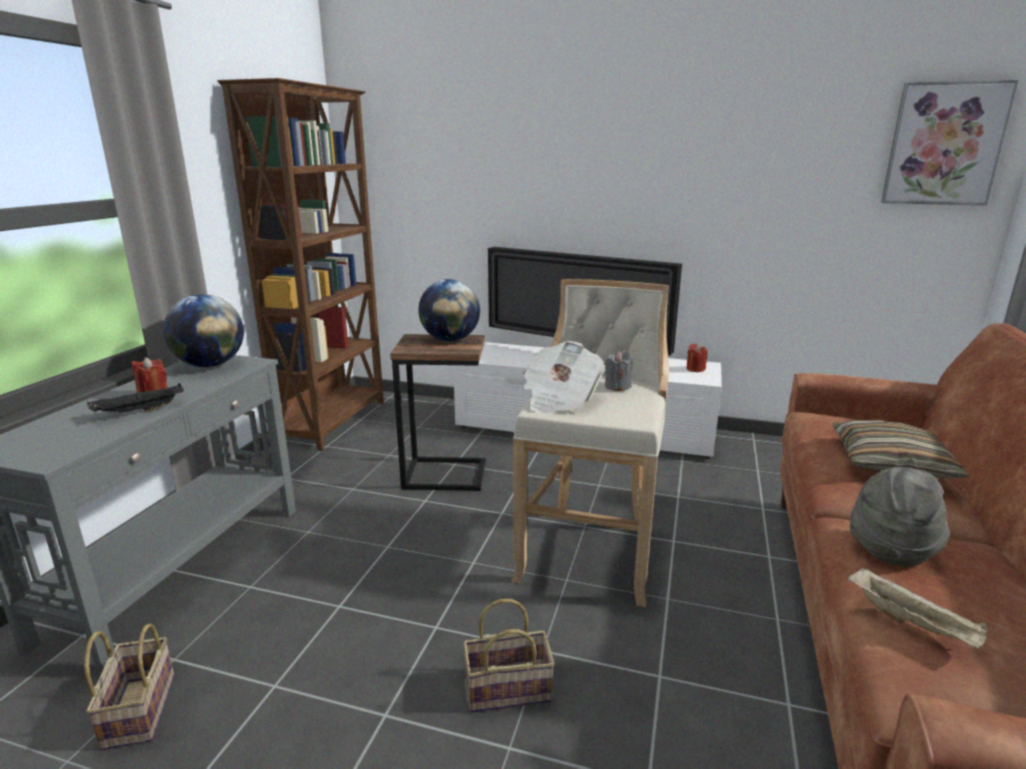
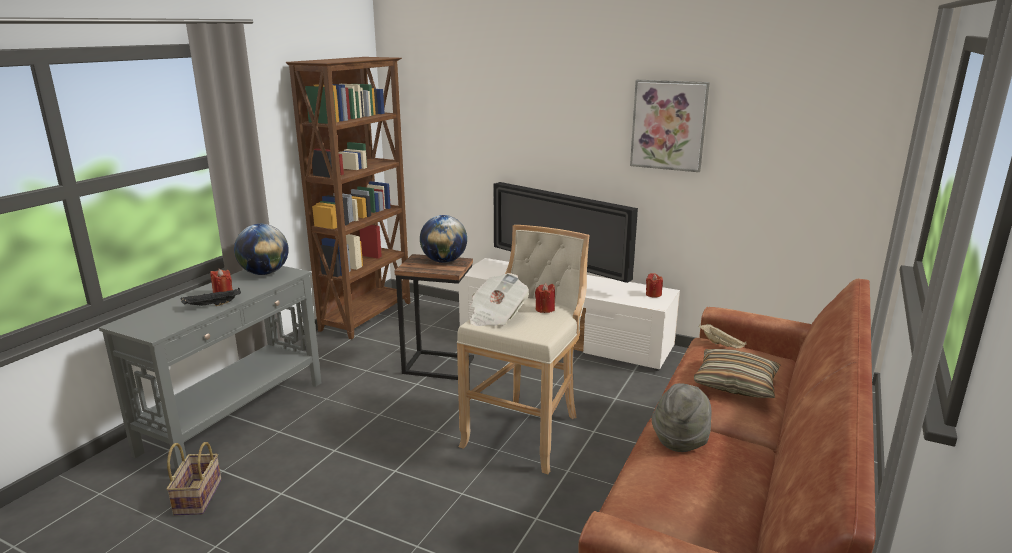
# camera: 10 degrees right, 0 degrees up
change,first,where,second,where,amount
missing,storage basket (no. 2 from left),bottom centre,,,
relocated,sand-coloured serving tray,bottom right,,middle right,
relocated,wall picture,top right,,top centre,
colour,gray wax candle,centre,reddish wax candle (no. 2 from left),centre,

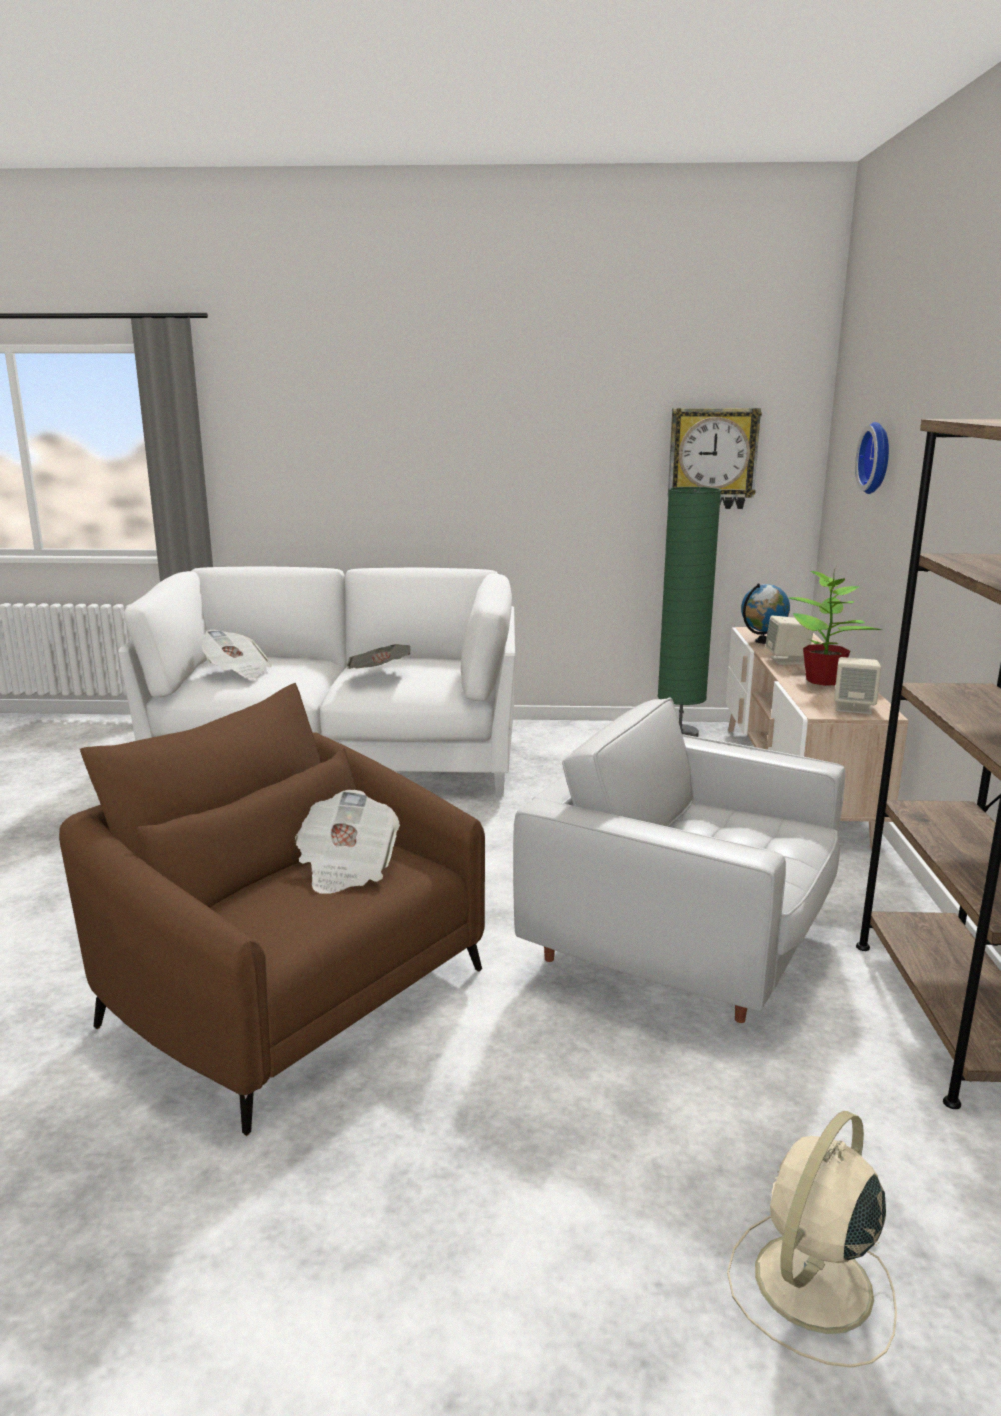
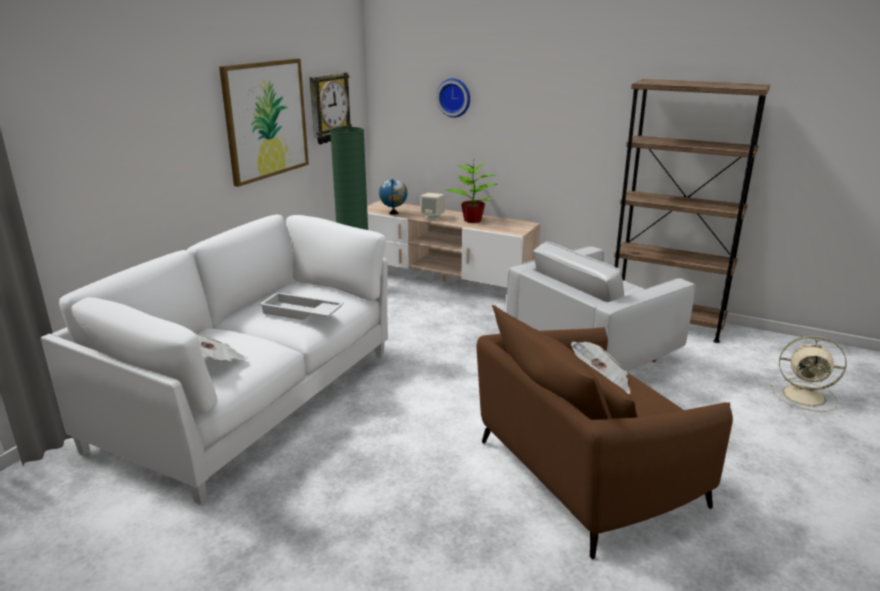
# camera: 65 degrees left, 5 degrees up
change,first,where,second,where,amount
missing,sand-coloured audio speaker (no. 2 from left),middle right,,,
appeared,,,wall picture,top left,
exchanged,printed paper (no. 3 from left),centre,whitish serving tray,centre,
spun,sand-coloured cooling fan,bottom right,,middle right,45 degrees counterclockwise

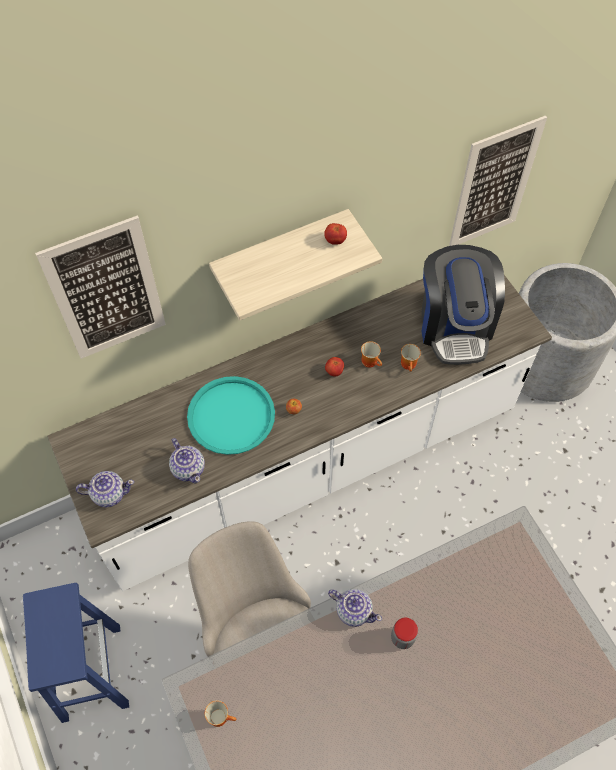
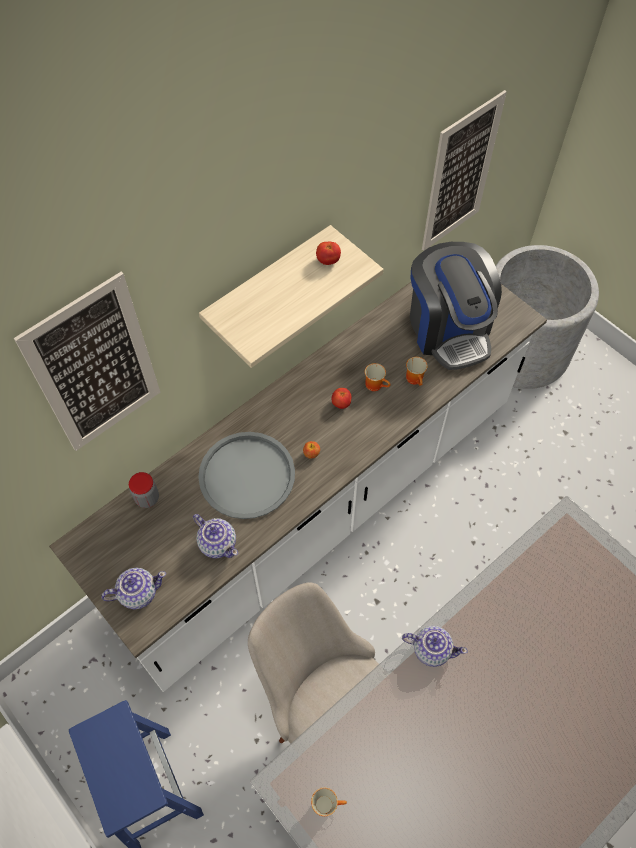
# camera: 15 degrees left, 0 degrees up
change,first,where,second,where,amount
relocated,jar,bottom centre,,middle left,
colour,blue-green serving tray,centre,gray serving tray,centre,

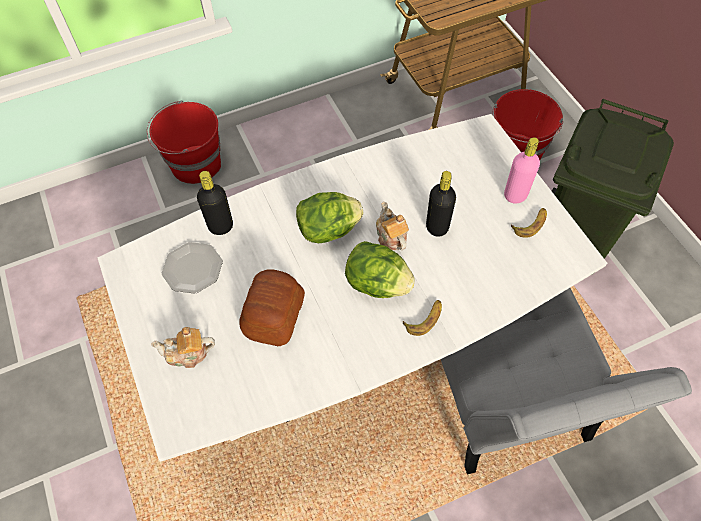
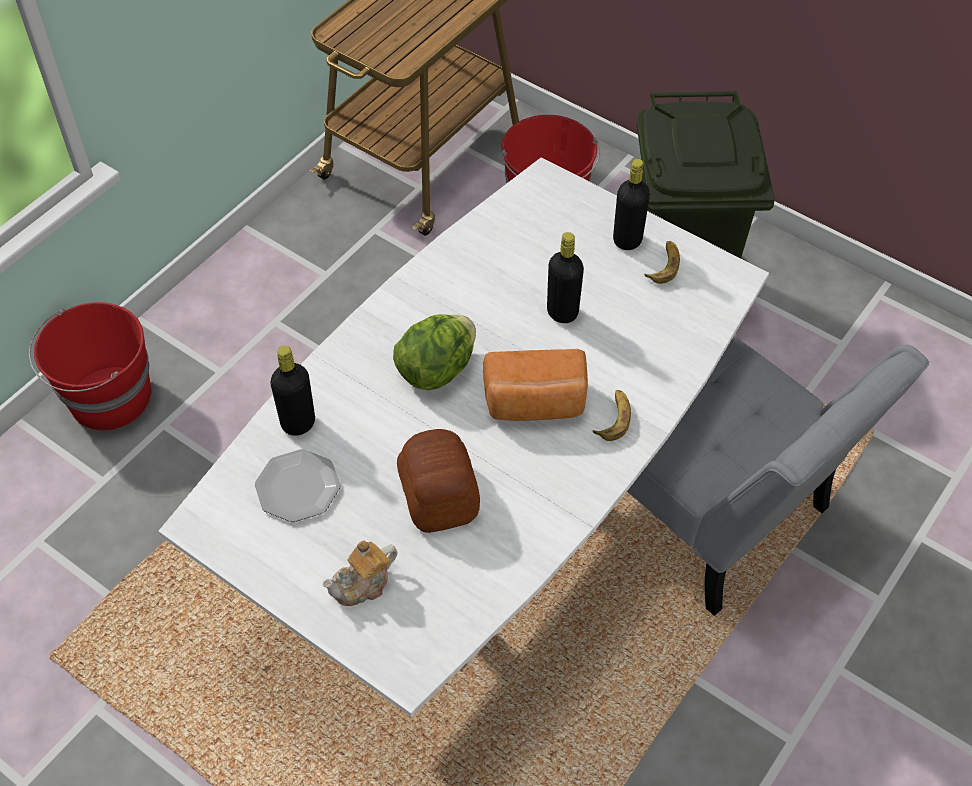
# camera: 30 degrees left, 5 degrees down
change,first,where,second,where,amount
missing,teapot (no. 2 from left),centre,,,
exchanged,lettuce (no. 2 from left),centre,bread (no. 2 from left),centre,
colour,pinkish beverage bottle,top right,black-coloured beverage bottle (no. 3 from left),top centre,

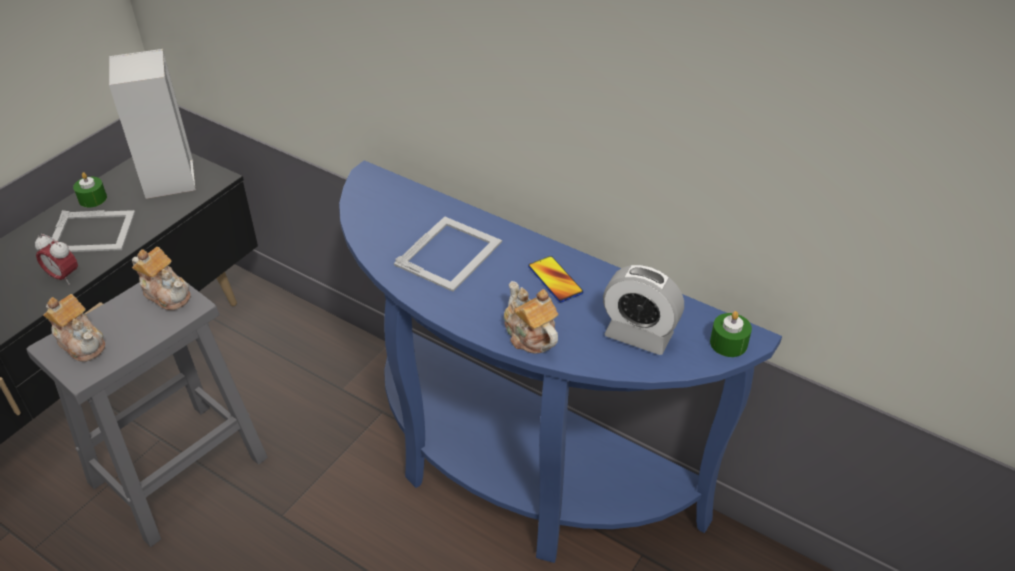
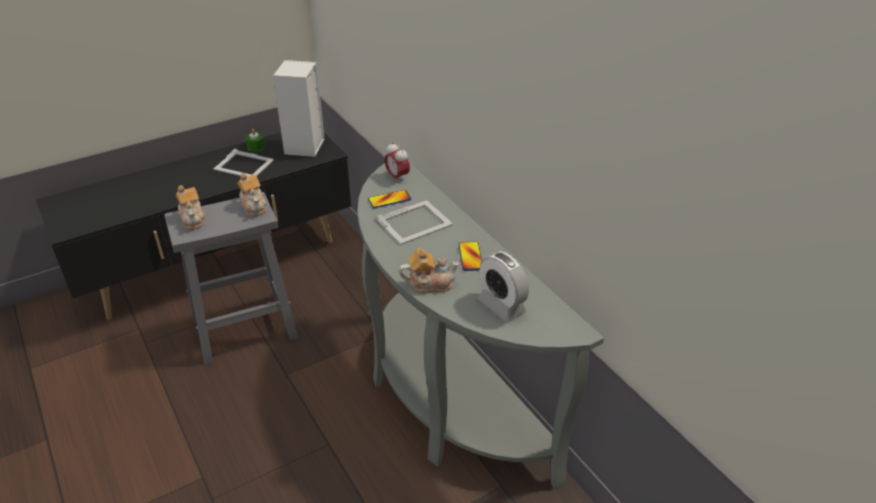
# camera: 25 degrees right, 5 degrees down
change,first,where,second,where,amount
missing,greenish wax candle (no. 2 from left),middle right,,,
appeared,,,telephone (no. 1 from left),centre,
relocated,table clock (no. 1 from left),middle left,,top centre,
colour,blue hall table,centre,gray hall table,centre,
spun,teapot (no. 3 from left),centre,,centre,90 degrees clockwise

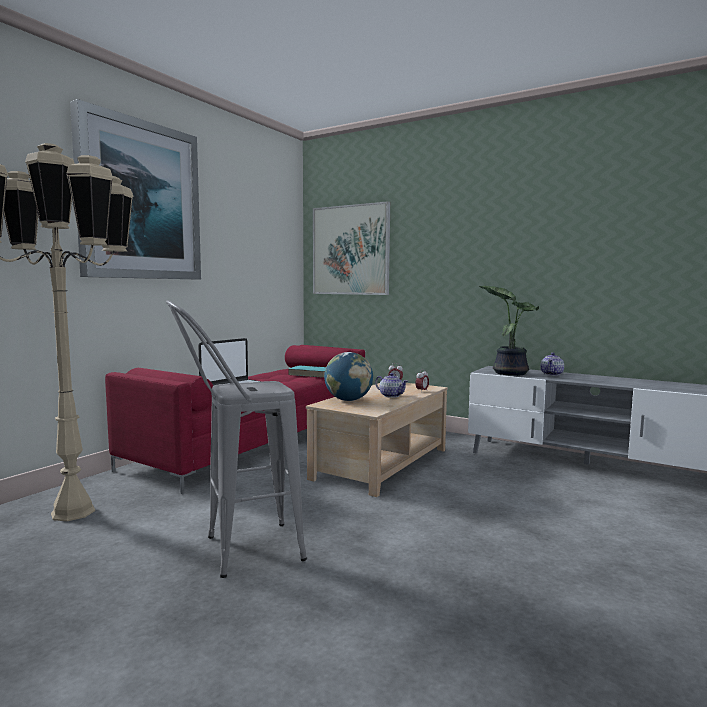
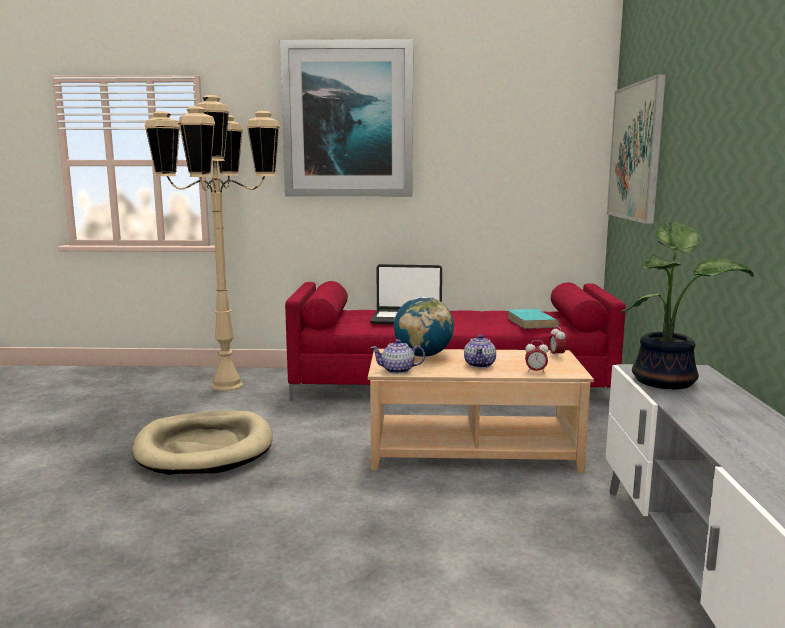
# camera: 60 degrees right, 5 degrees up
change,first,where,second,where,amount
relocated,teapot (no. 2 from left in the first image),middle right,teapot (no. 1 from left),centre,
exchanged,gray stool seat,centre,sand-coloured dog cushion,bottom left,

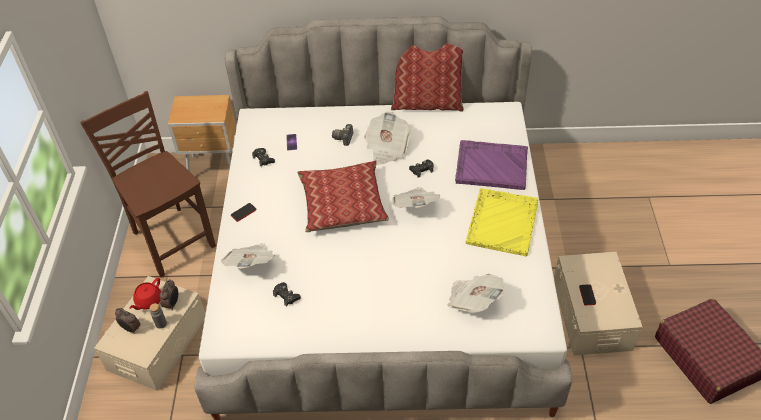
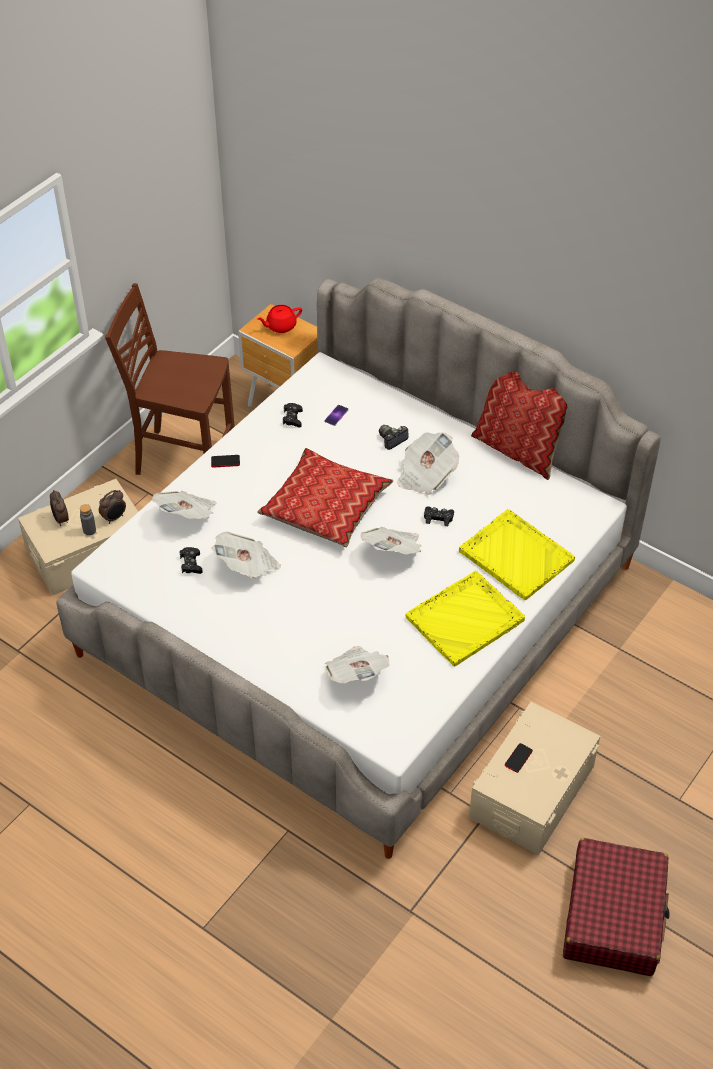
# camera: 35 degrees right, 0 degrees up
change,first,where,second,where,amount
appeared,,,printed paper (no. 2 from left),centre,
relocated,reddish teapot,bottom left,,top centre,
colour,purple-coloured serving tray,centre,yellow-coloured serving tray (no. 2 from left),middle right,
spun,brownish plain chair,middle left,,middle left,75 degrees counterclockwise

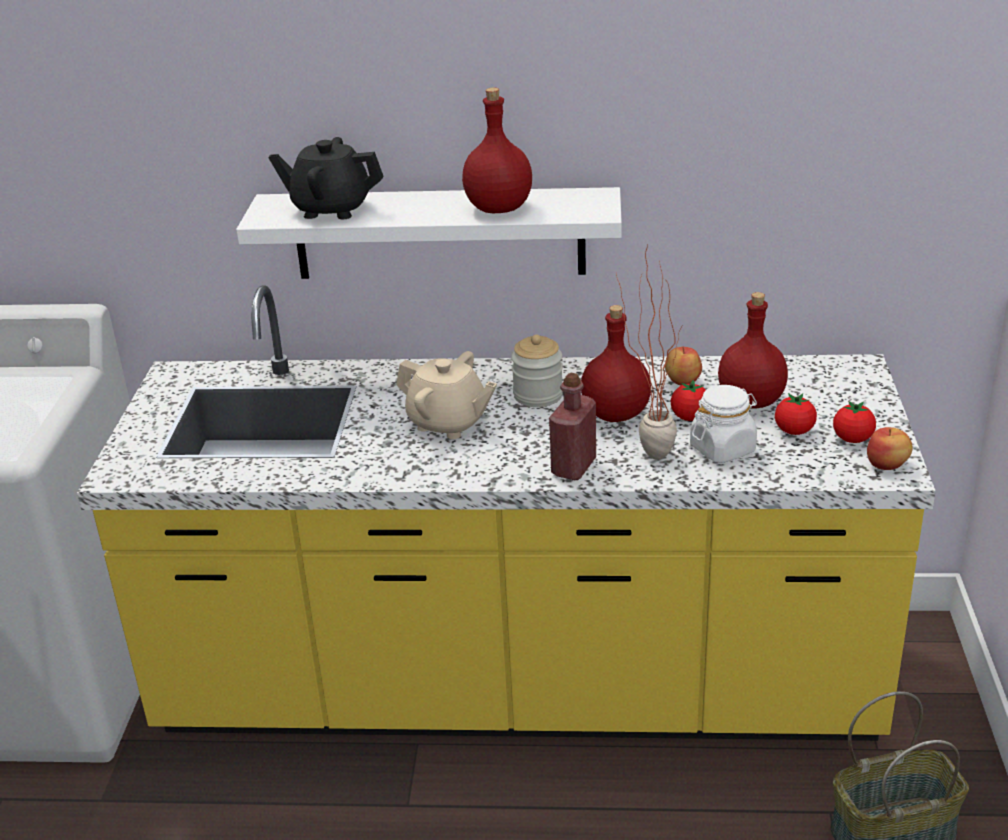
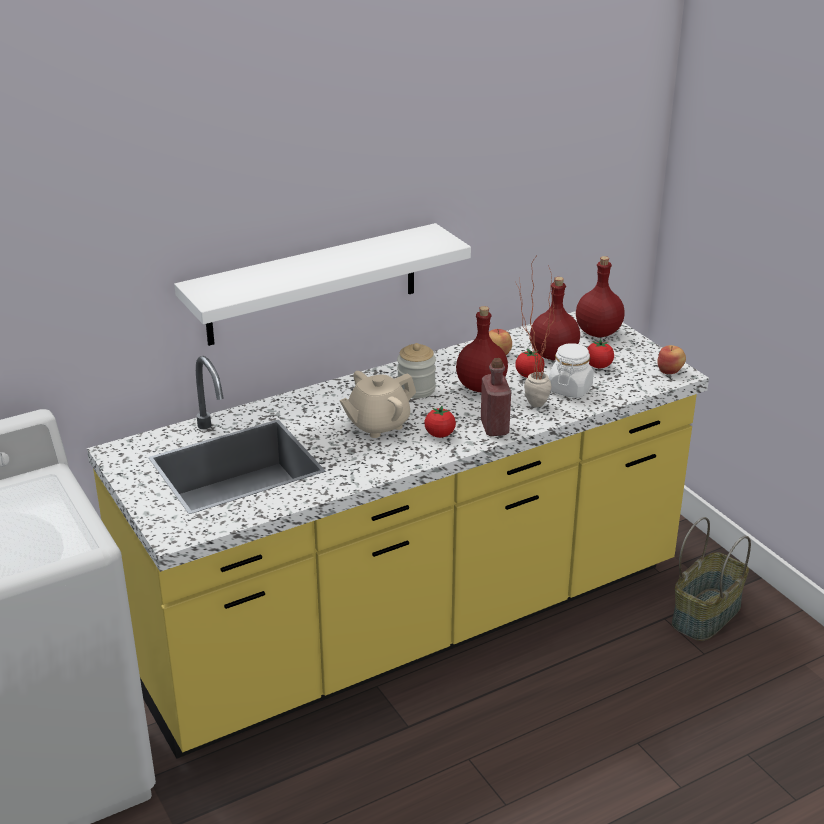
# camera: 35 degrees left, 0 degrees up
change,first,where,second,where,amount
missing,black-coloured teapot,top left,,,
relocated,reddish beverage bottle (no. 1 from left in the first image),top centre,reddish beverage bottle (no. 4 from left),middle right,
relocated,whole tomato (no. 3 from left in the first image),middle right,whole tomato (no. 1 from left),centre,
spun,sand-coloured teapot,centre,,centre,150 degrees clockwise

